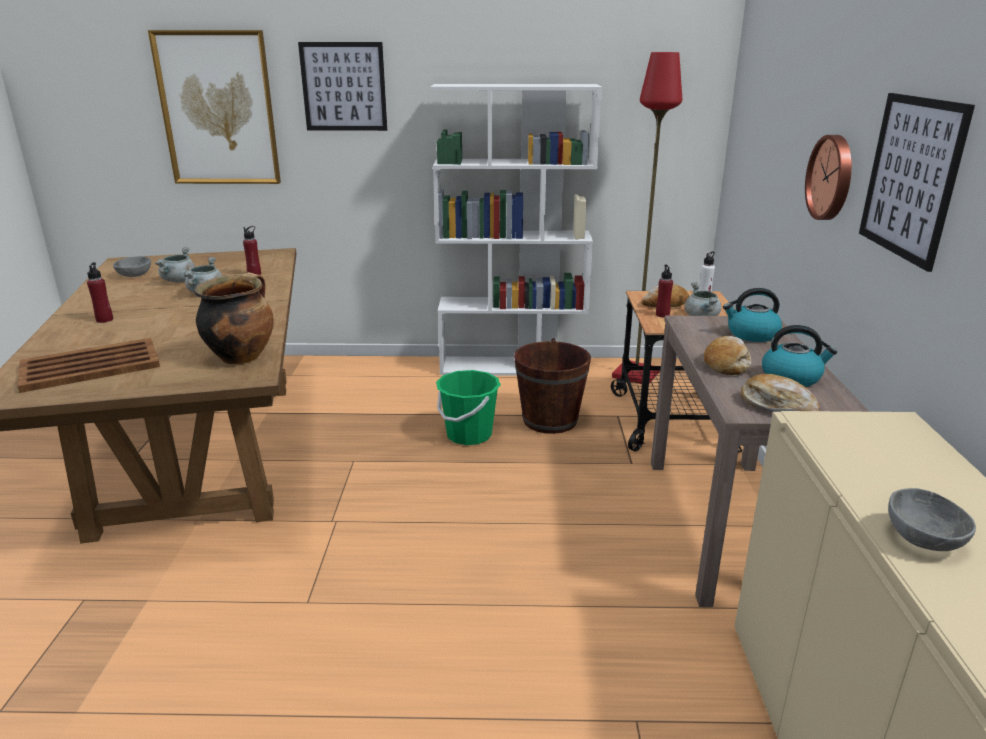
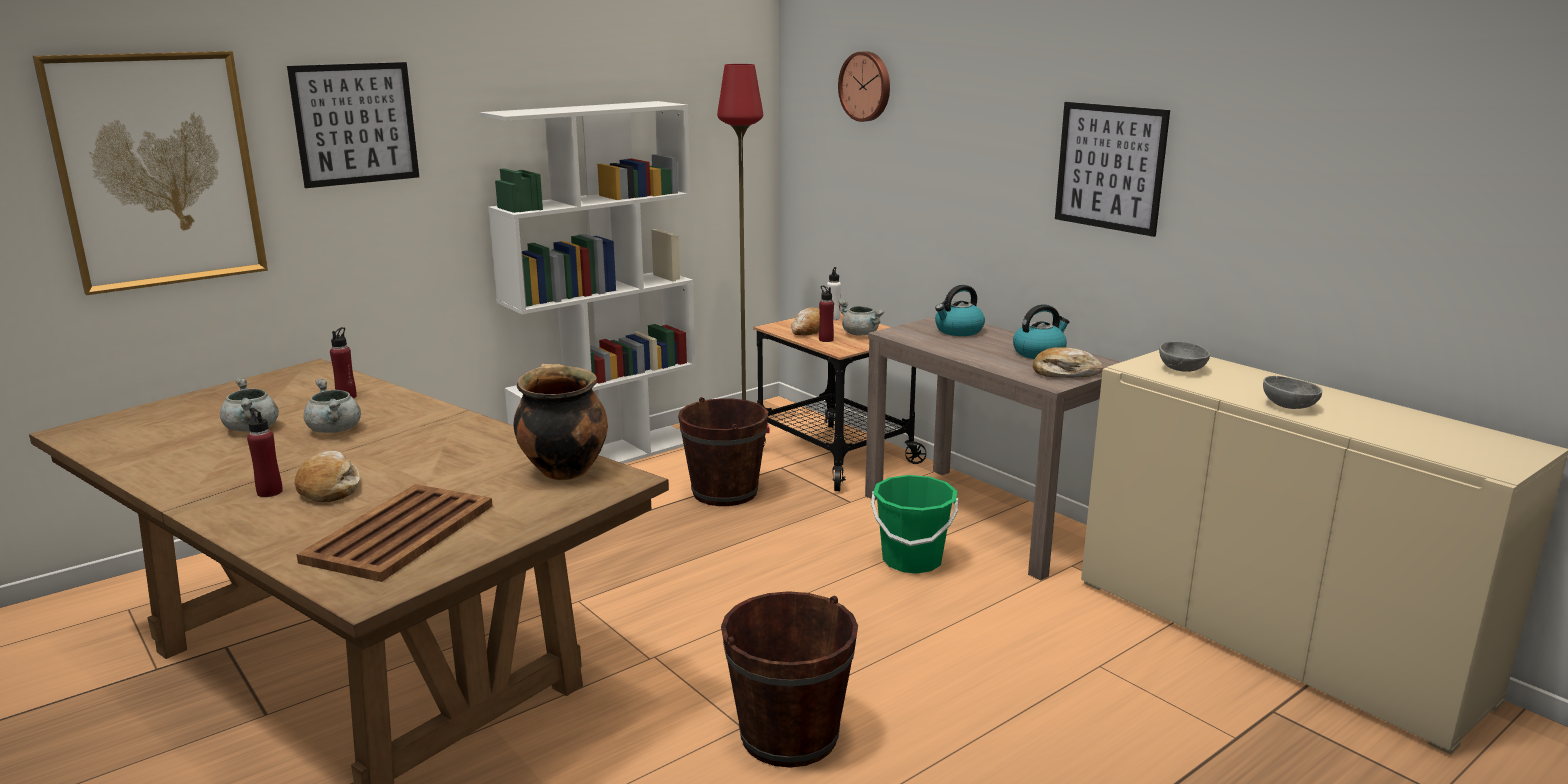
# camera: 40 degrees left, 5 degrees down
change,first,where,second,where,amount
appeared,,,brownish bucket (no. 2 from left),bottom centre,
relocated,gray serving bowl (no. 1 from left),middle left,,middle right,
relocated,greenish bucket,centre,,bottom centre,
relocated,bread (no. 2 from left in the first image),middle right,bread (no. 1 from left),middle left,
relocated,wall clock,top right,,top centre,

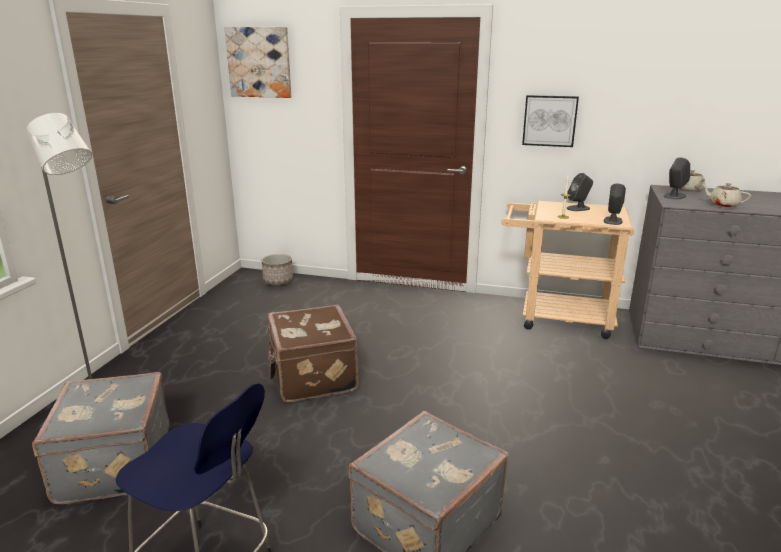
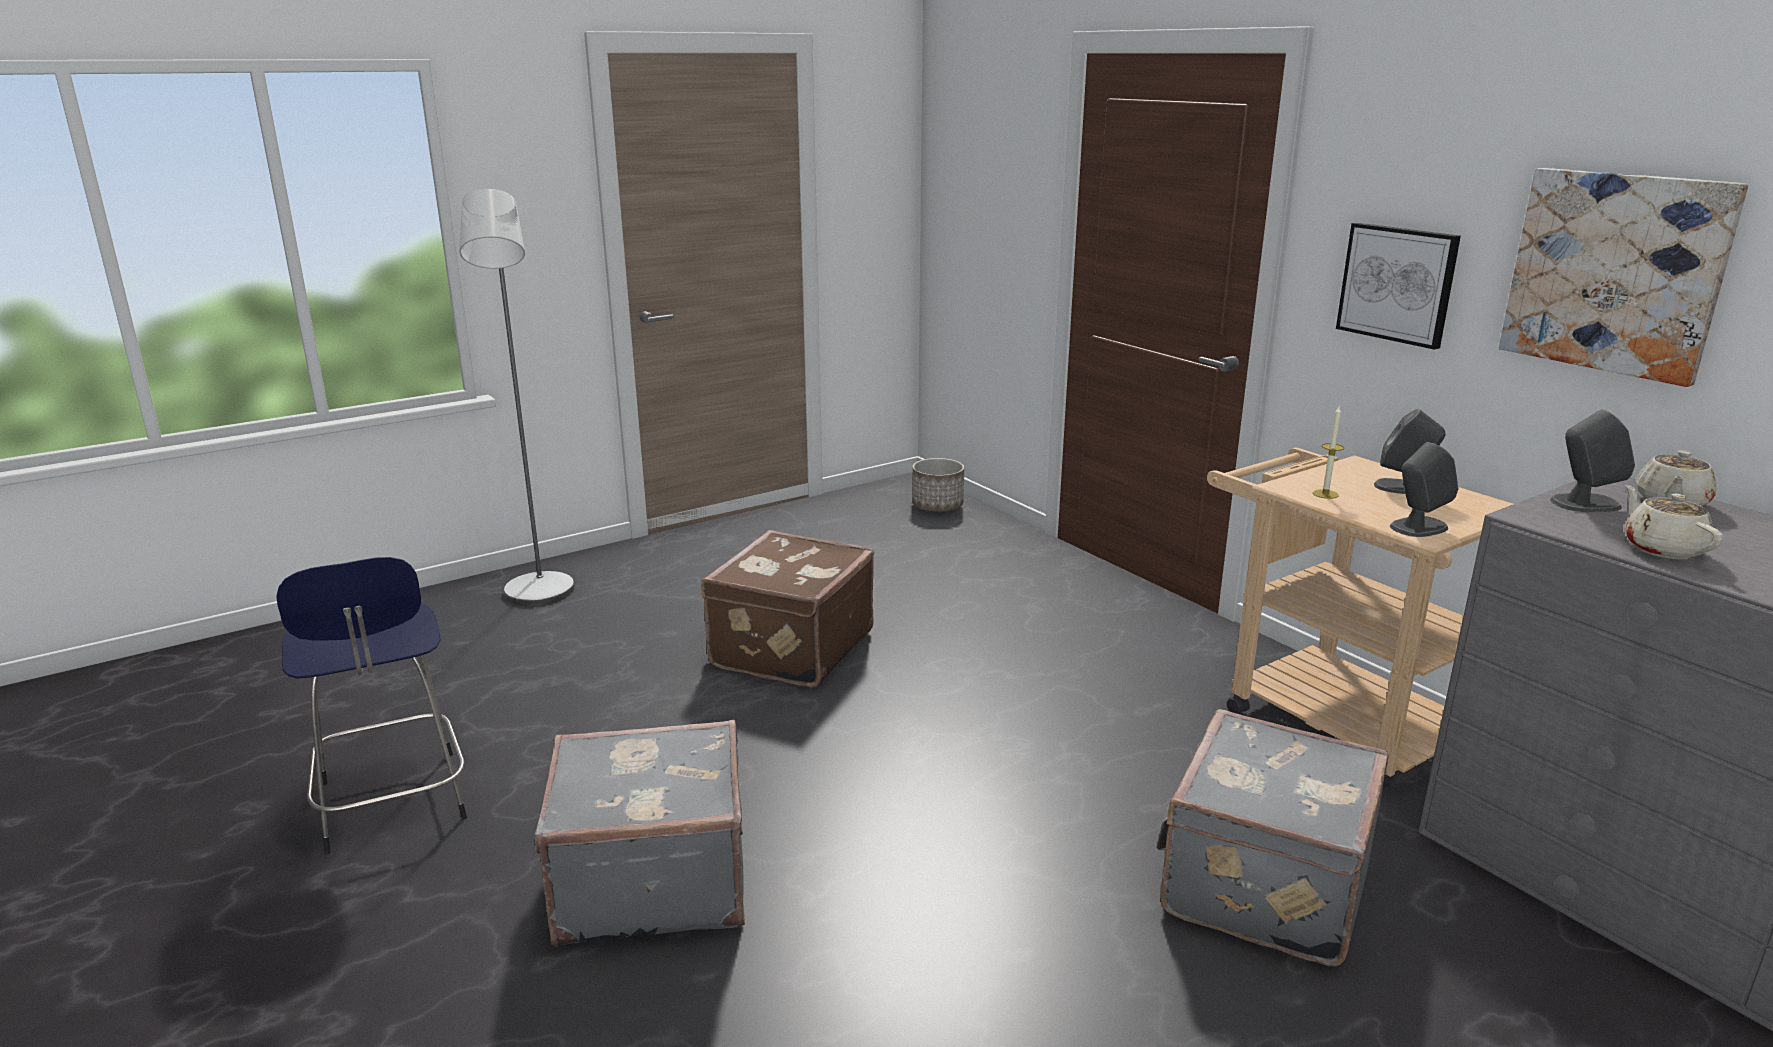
# camera: 40 degrees right, 0 degrees up
change,first,where,second,where,amount
relocated,gray travel case (no. 1 from left in the first image),bottom left,gray travel case (no. 2 from left),bottom right,
relocated,wall picture (no. 1 from left in the first image),top left,wall picture (no. 2 from left),top right,

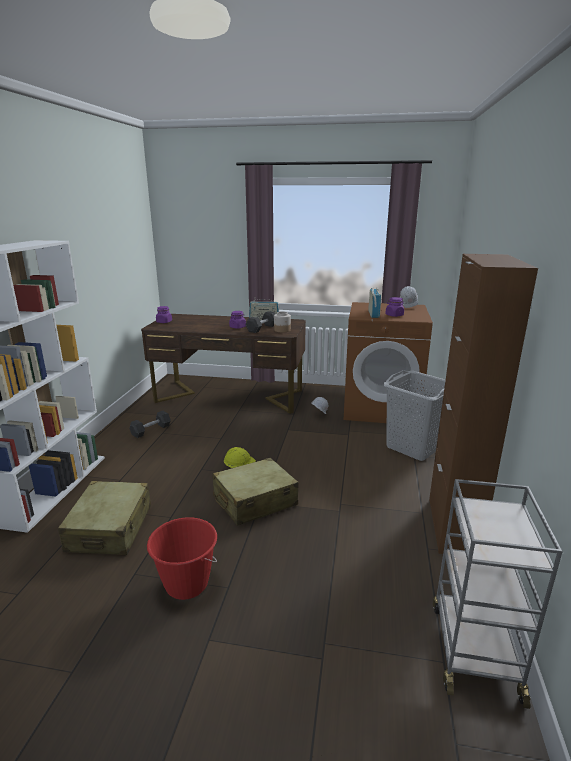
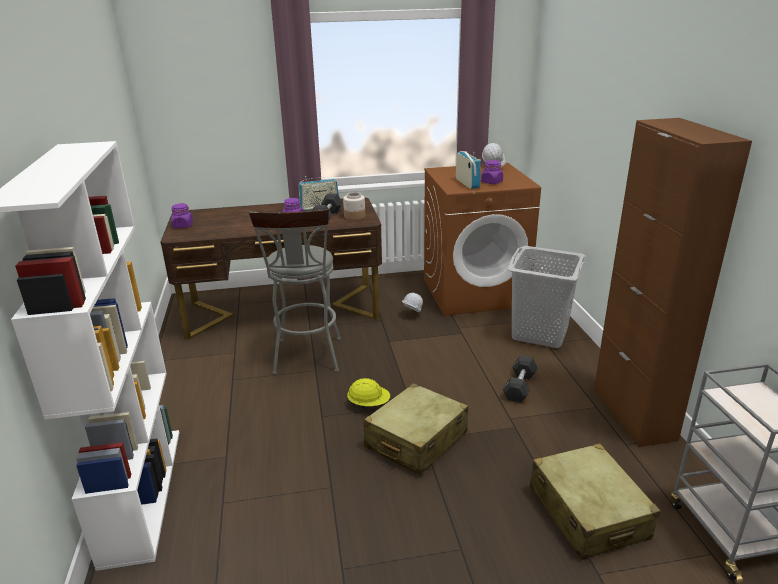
# camera: 20 degrees left, 5 degrees up
change,first,where,second,where,amount
missing,reddish bucket,bottom left,,,
appeared,,,gray stool seat,centre,
relocated,sand-coloured travel case (no. 1 from left in the first image),bottom left,sand-coloured travel case (no. 2 from left),bottom right,
relocated,black-coloured dumbbell (no. 1 from left in the first image),middle left,black-coloured dumbbell (no. 2 from left),middle right,

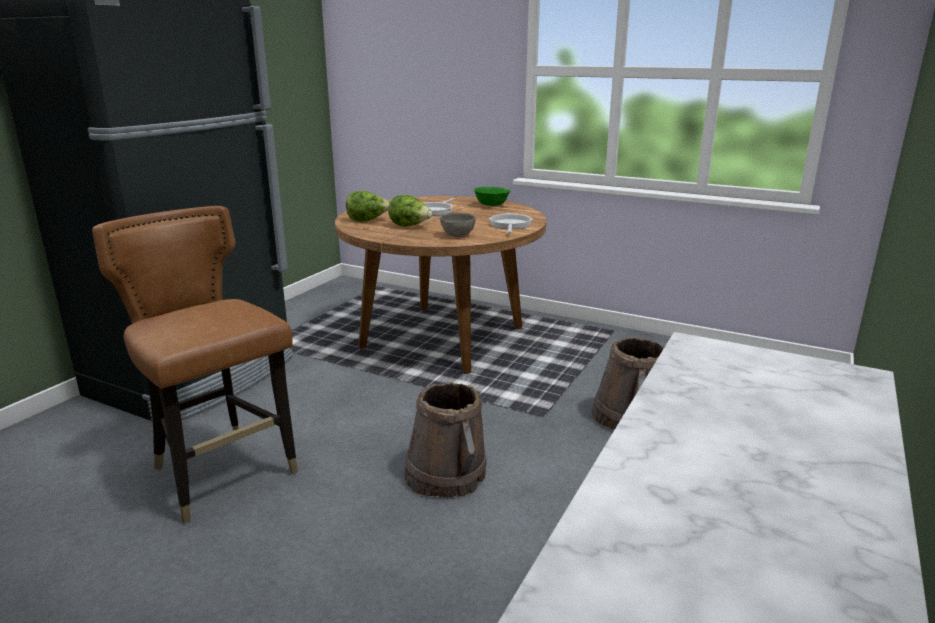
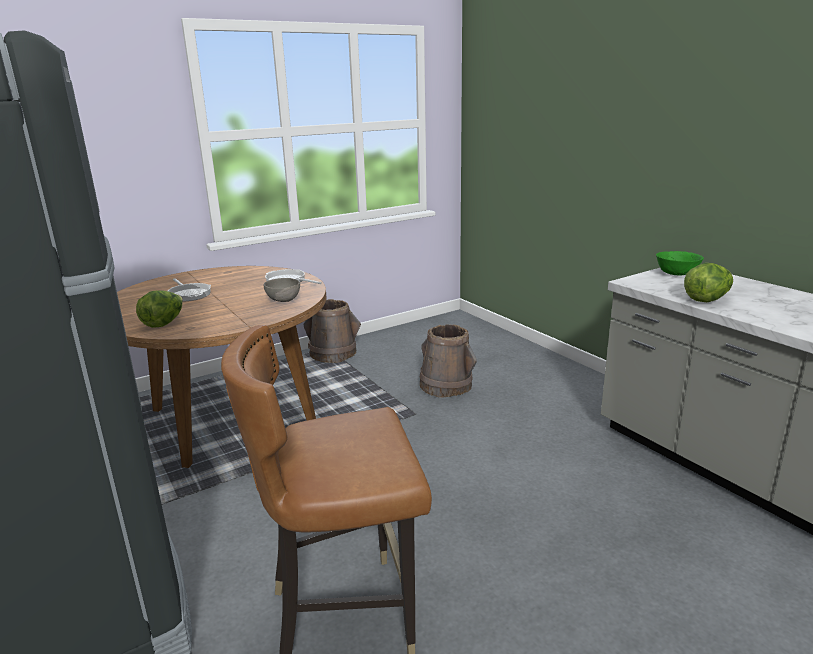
# camera: 60 degrees left, 0 degrees up
change,first,where,second,where,amount
relocated,lettuce (no. 2 from left),centre,,middle right,
relocated,brownish bucket (no. 1 from left),bottom centre,,centre,
relocated,greenish serving bowl,top centre,,middle right,

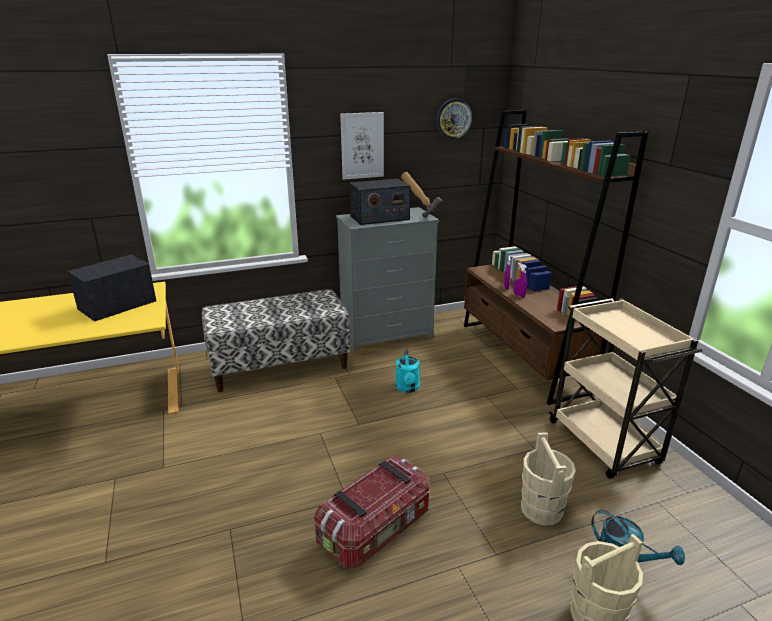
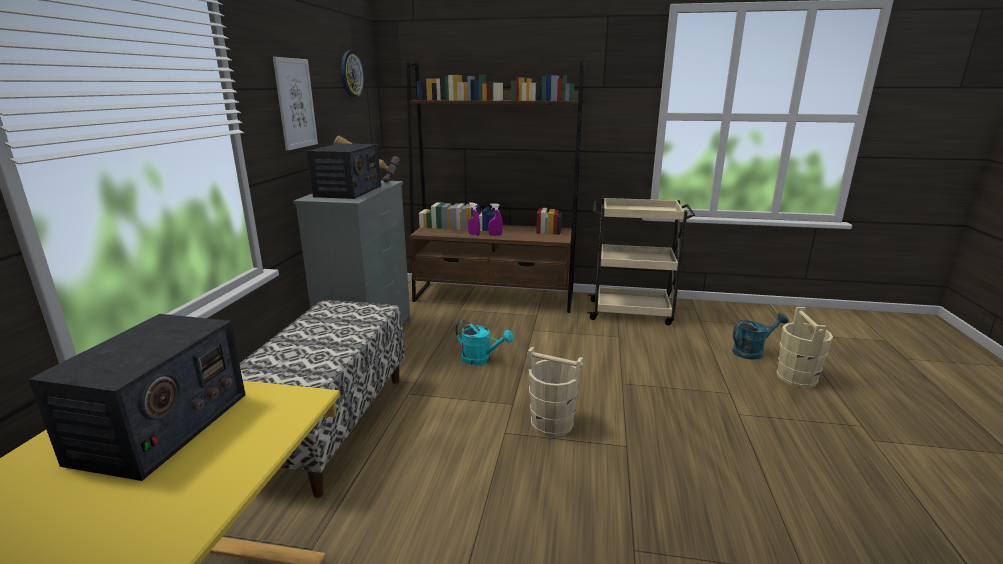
# camera: 60 degrees left, 5 degrees down
change,first,where,second,where,amount
missing,storage box,bottom centre,,,
relocated,sand-coloured bucket (no. 1 from left),bottom right,,bottom centre,
spun,radio receiver (no. 1 from left),middle left,,bottom left,150 degrees counterclockwise

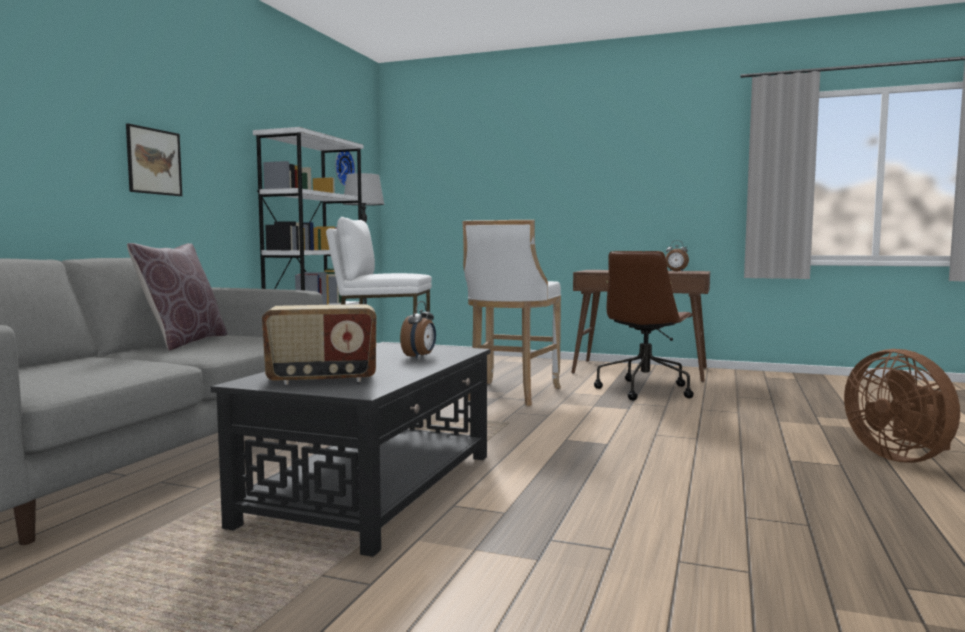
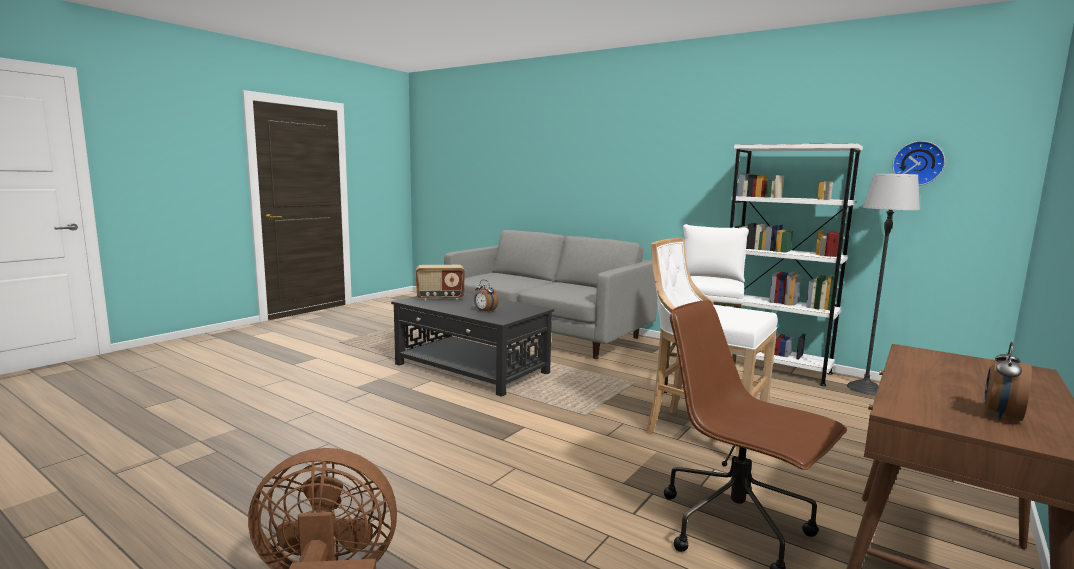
# camera: 105 degrees right, 5 degrees up
change,first,where,second,where,amount
missing,wall picture,top left,,,
missing,brownish cushion,middle left,,,
spun,radio receiver,middle left,,centre,105 degrees counterclockwise

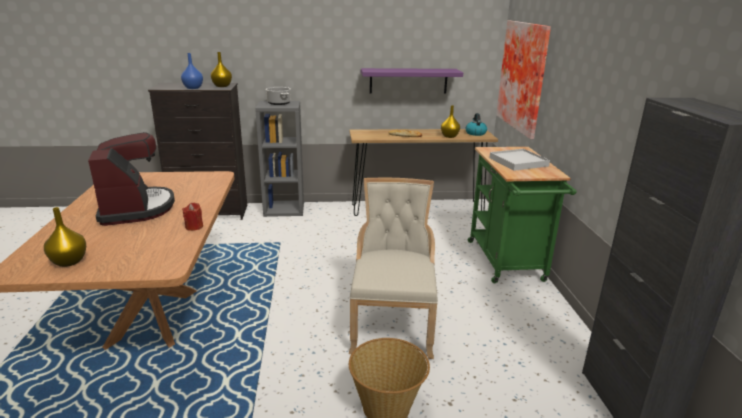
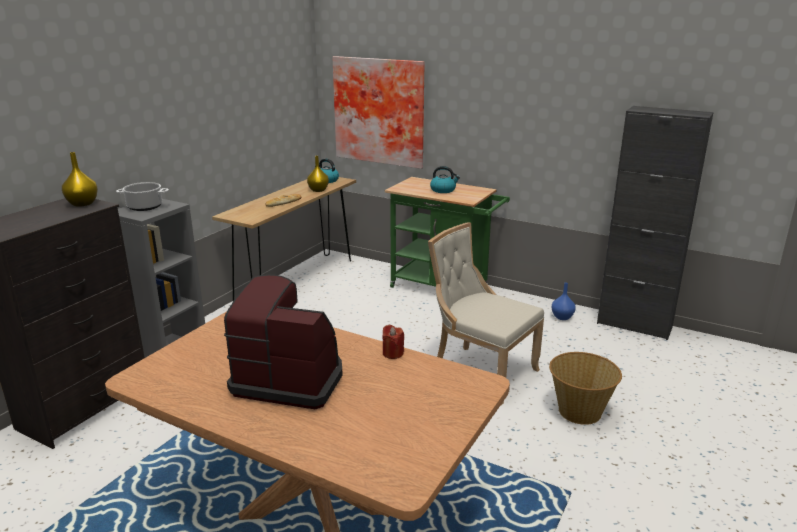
# camera: 55 degrees left, 0 degrees up
change,first,where,second,where,amount
missing,yellow-coloured decorative vase (no. 1 from left),middle left,,,
missing,purple-coloured bracket shelf,top centre,,,
relocated,blue decorative vase,top left,,middle right,
exchanged,whitish serving tray,middle right,tea kettle (no. 2 from left),centre,

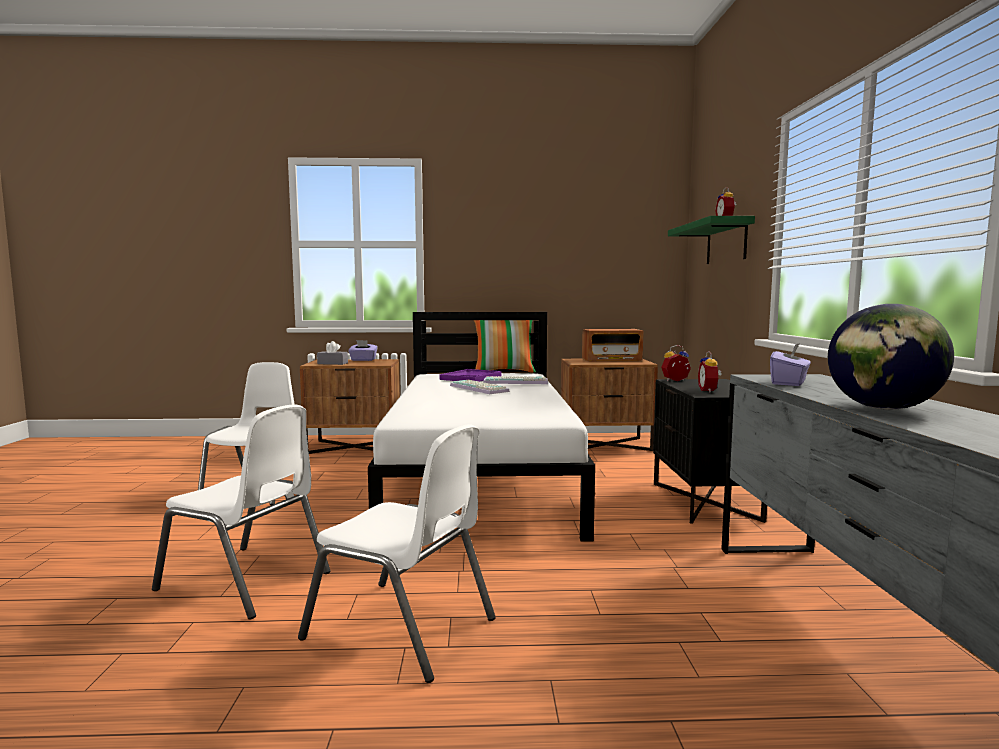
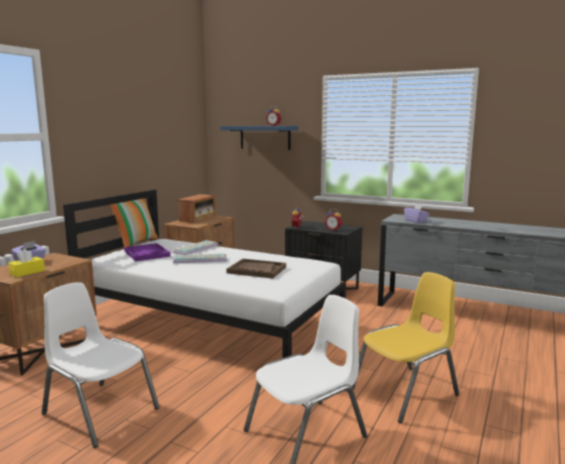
# camera: 60 degrees left, 5 degrees up
change,first,where,second,where,amount
missing,desk globe,middle right,,,
appeared,,,brownish serving tray,centre,
colour,whitish plain chair (no. 3 from left),bottom centre,yellow-coloured plain chair,bottom right,
colour,gray tissue box,middle left,yellow-coloured tissue box,middle left,
colour,greenish bracket shelf,top right,blue bracket shelf,top centre,

